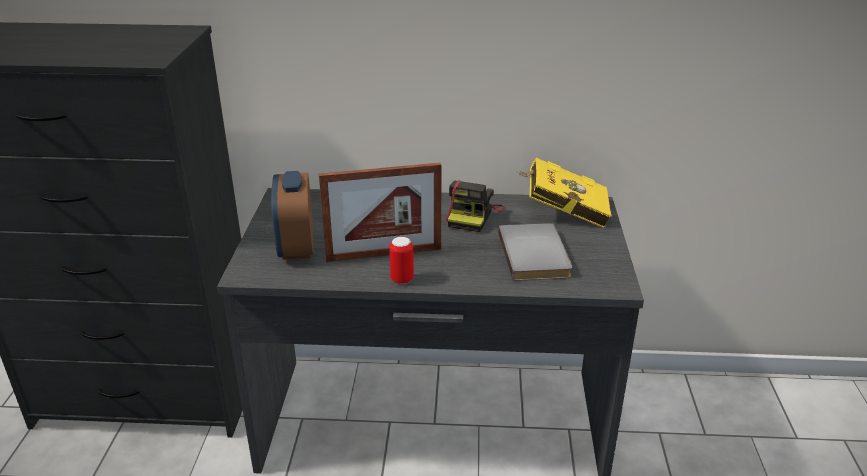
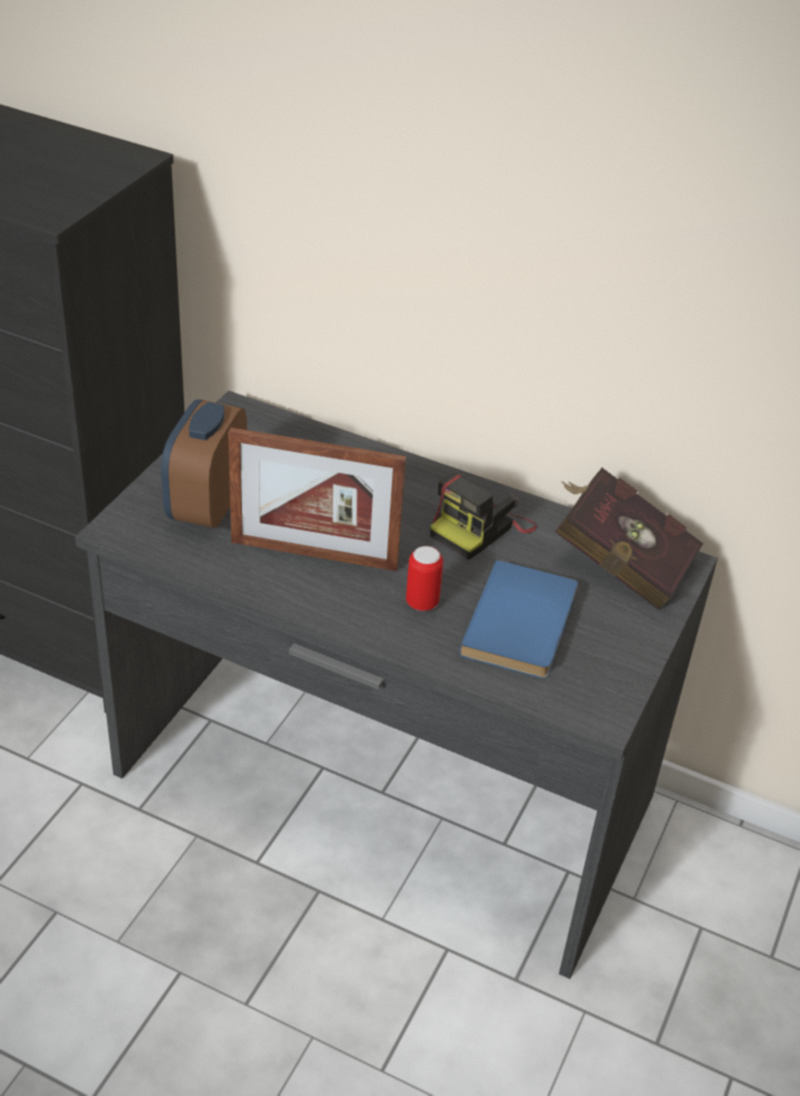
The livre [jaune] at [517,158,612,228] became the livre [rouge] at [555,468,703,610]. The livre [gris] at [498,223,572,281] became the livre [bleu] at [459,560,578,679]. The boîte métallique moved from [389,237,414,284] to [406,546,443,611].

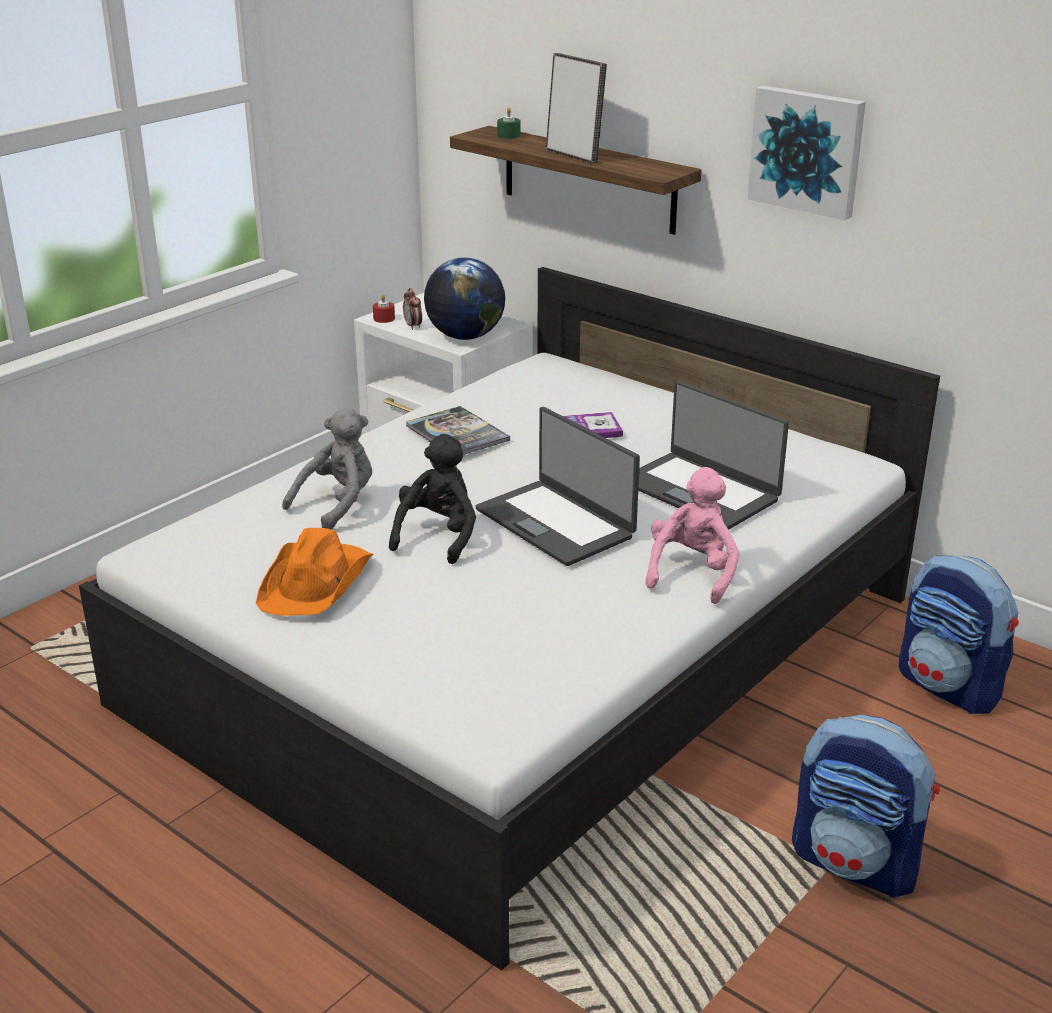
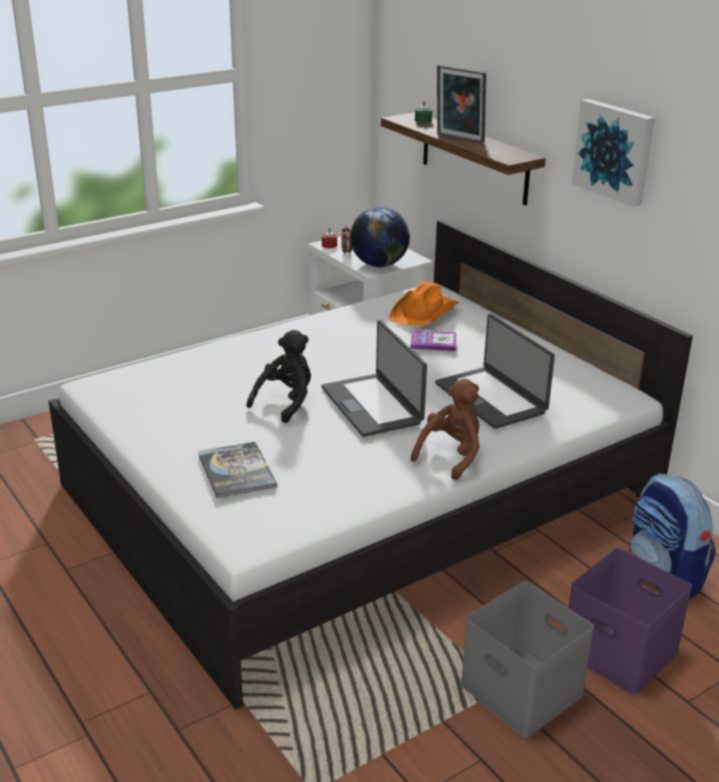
The cadre photo at [546,53,607,163] turned 150 degrees clockwise. The livre moved from [406,406,510,455] to [198,442,277,498]. The peluche [gris] at [282,408,372,530] disappeared. The peluche [rose] at [645,467,739,604] became the peluche [marron] at [411,378,480,480]. The chapeau [orange] moved from [256,528,373,616] to [389,281,459,326]. The sac à dos at [792,715,940,898] was replaced by the boîte de rangement [gris] at [461,581,594,738]. The boîte de rangement [violet] at [568,548,692,695] appeared.

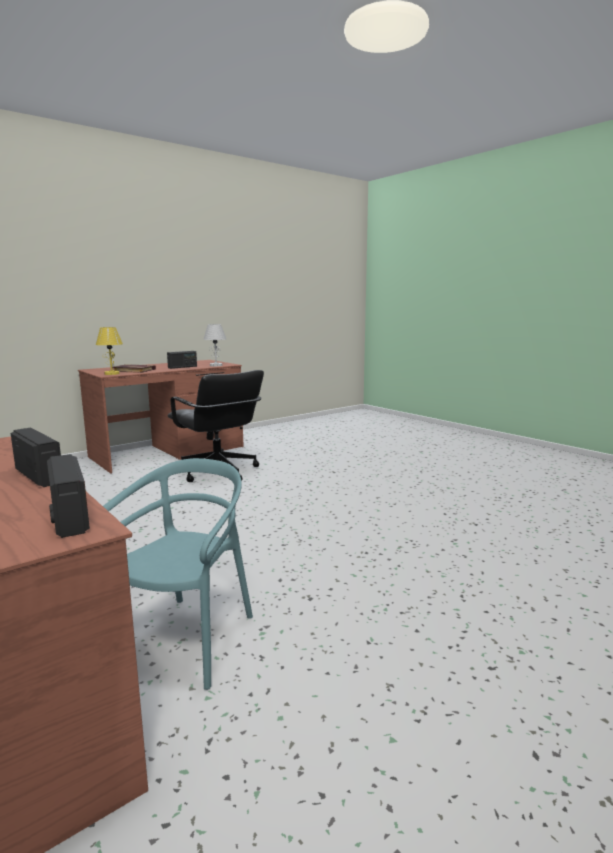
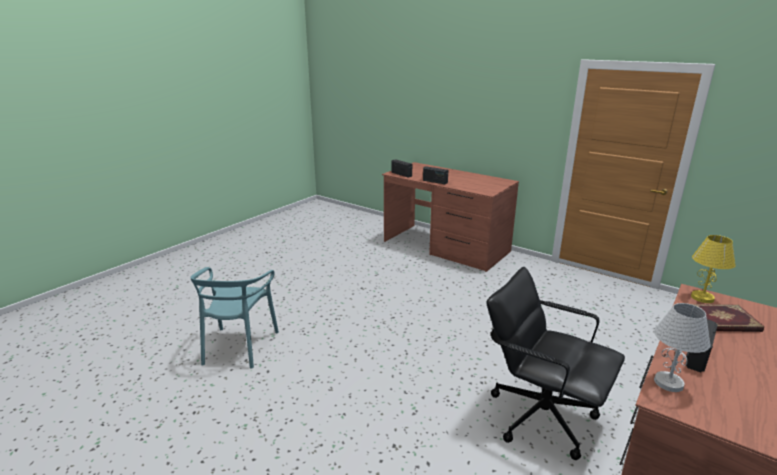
The chaise [turquoise] moved from [103,458,253,690] to [190,267,279,369].

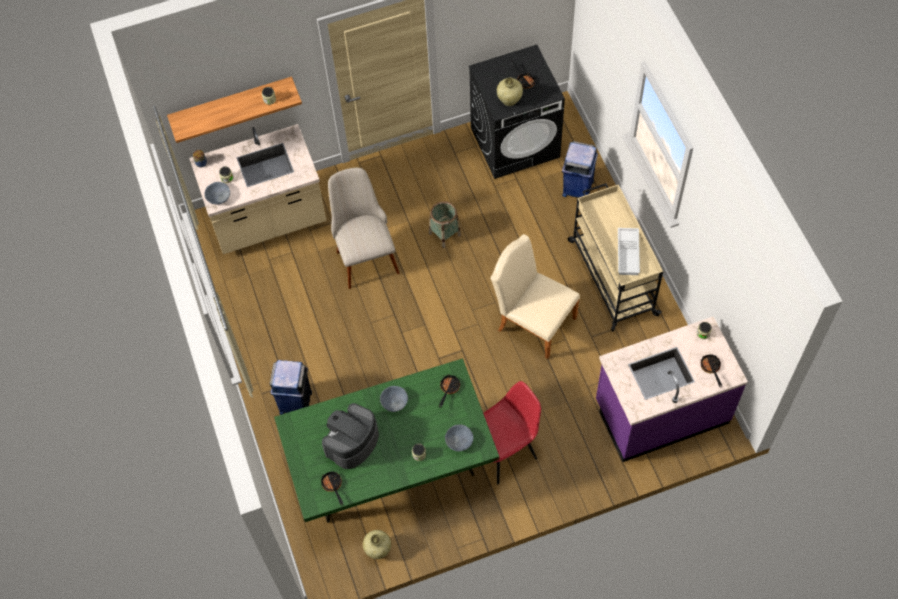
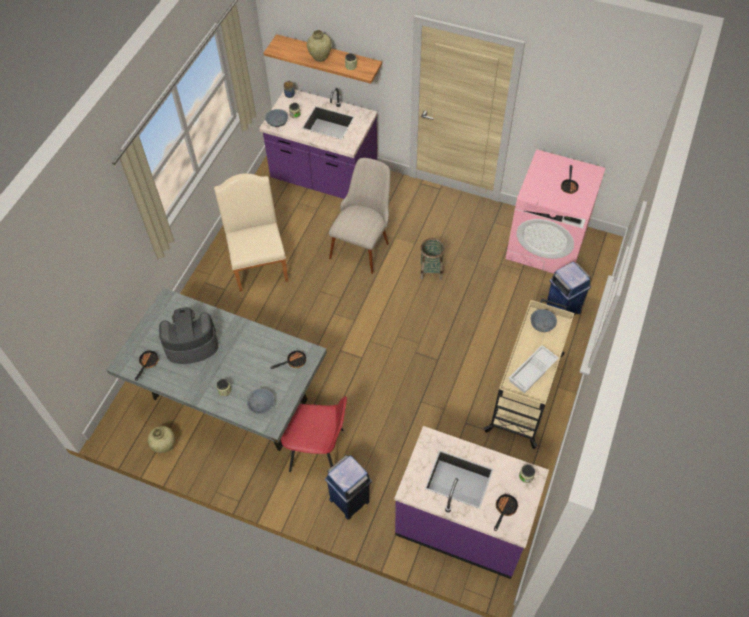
The lave-linge [noir] at [469,45,565,179] became the lave-linge [rose] at [506,149,606,273]. The vase [beige] moved from [497,77,523,106] to [307,30,332,62]. The comptoir de cuisine [beige] at [189,124,327,254] became the comptoir de cuisine [violet] at [259,87,378,199]. The chaise [beige] moved from [490,234,580,359] to [214,174,288,292]. The table à manger [vert] at [274,358,499,523] became the table à manger [gris] at [107,288,327,451]. The poubelle [bleu] moved from [270,360,312,415] to [325,455,372,520]. The bol [gris] moved from [380,386,408,412] to [531,309,557,332].

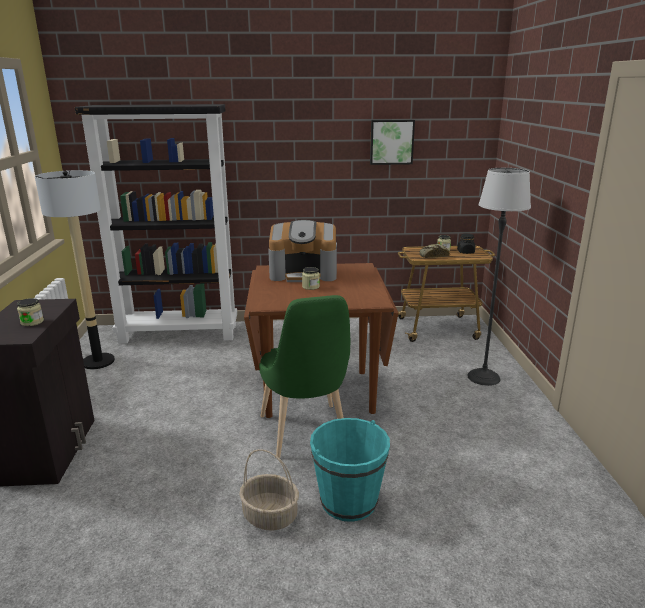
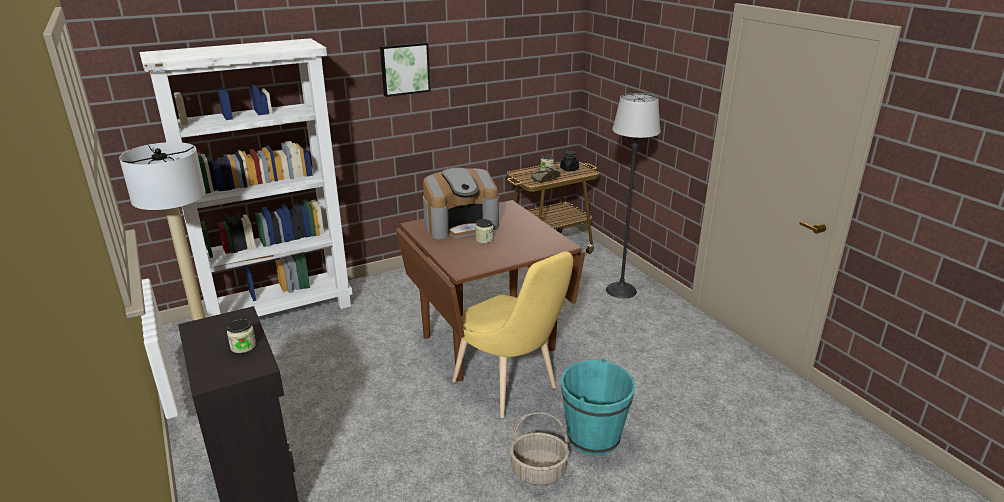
The bibliothèque [noir] at [75,104,237,344] became the bibliothèque [blanc] at [140,38,353,318]. The tableau moved from [370,120,415,165] to [380,42,431,97]. The chaise [vert] at [259,295,350,458] became the chaise [jaune] at [452,251,573,418].

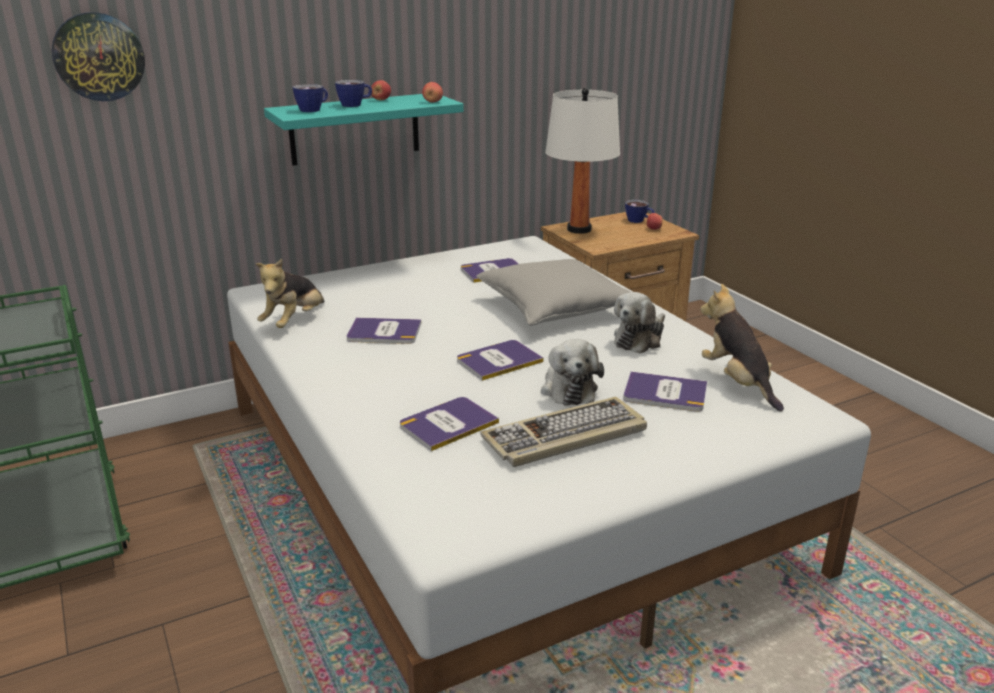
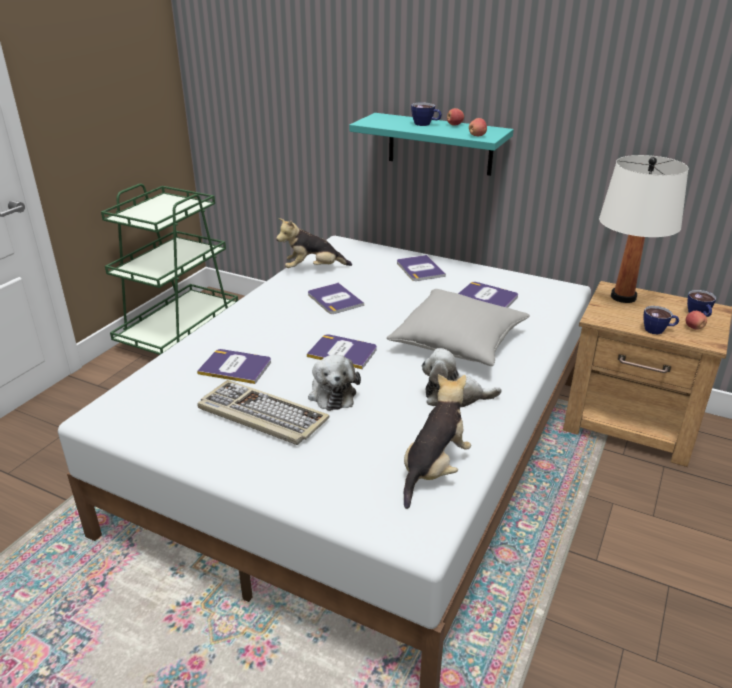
The horloge murale at [52,12,145,101] disappeared. The tasse moved from [293,84,328,112] to [643,306,679,334]. The peluche at [541,339,604,406] turned 60 degrees counterclockwise. The livre moved from [623,372,707,412] to [397,255,446,281].

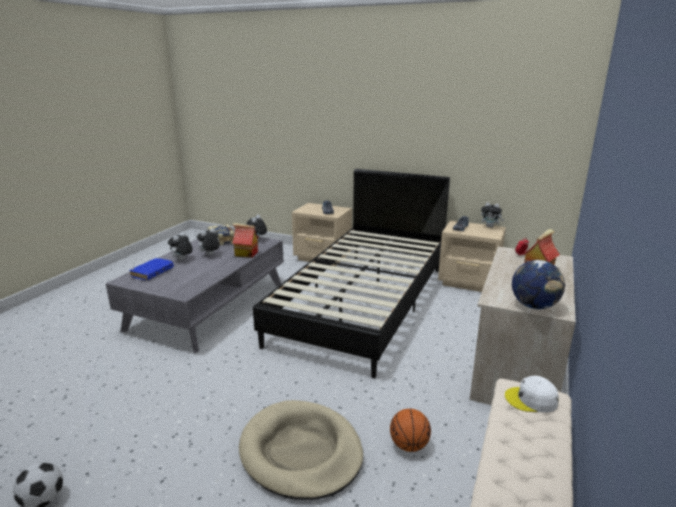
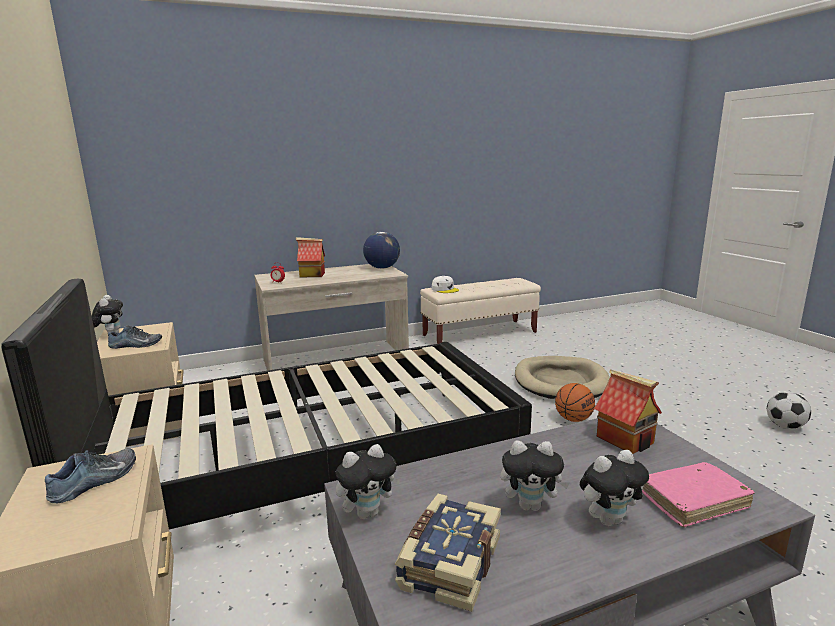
The maison miniature moved from [232,223,259,258] to [594,369,662,454]. The livre [bleu] at [129,258,174,280] became the livre [rose] at [642,462,754,527]. The ballon de basket moved from [390,409,431,452] to [555,383,595,422].

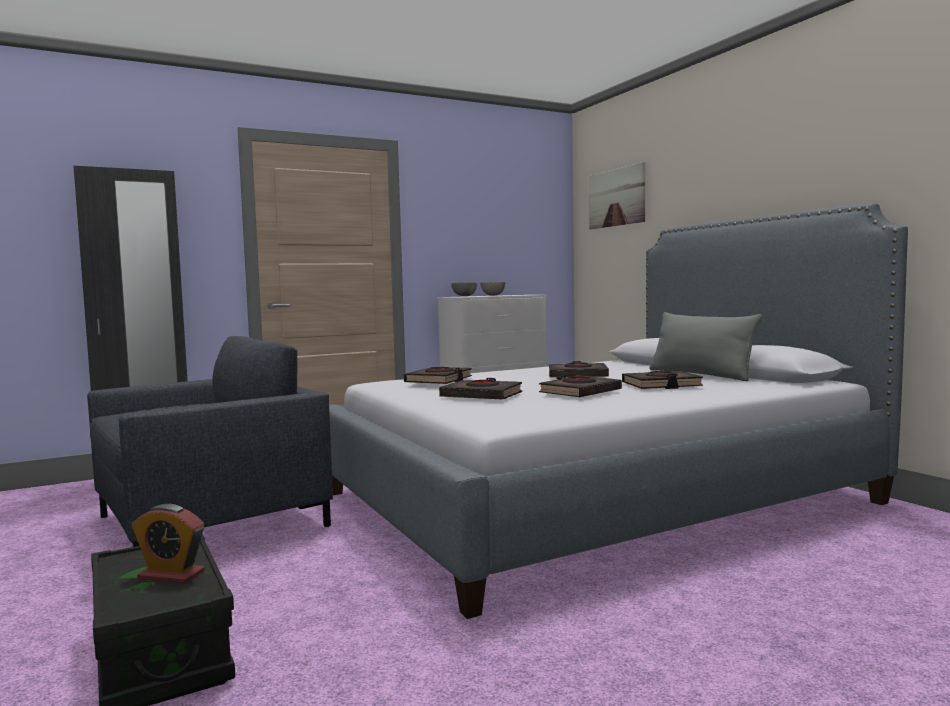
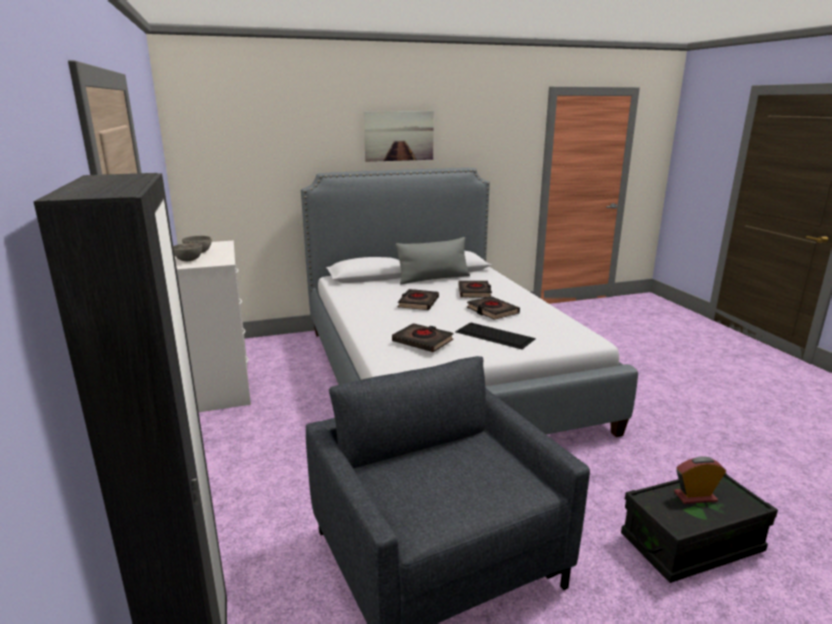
The tableau moved from [589,162,645,230] to [364,111,434,162]. The livre [noir] at [439,378,522,400] was replaced by the clavier at [455,322,536,349]. The réveil at [132,504,204,583] turned 120 degrees counterclockwise.

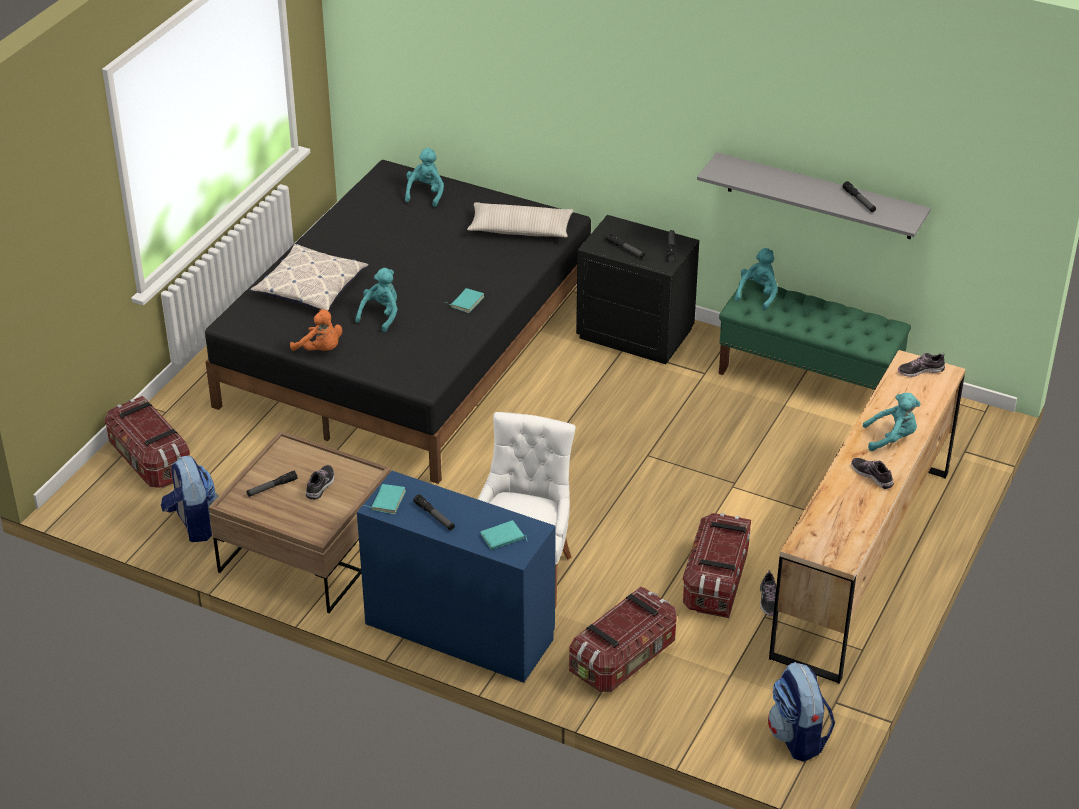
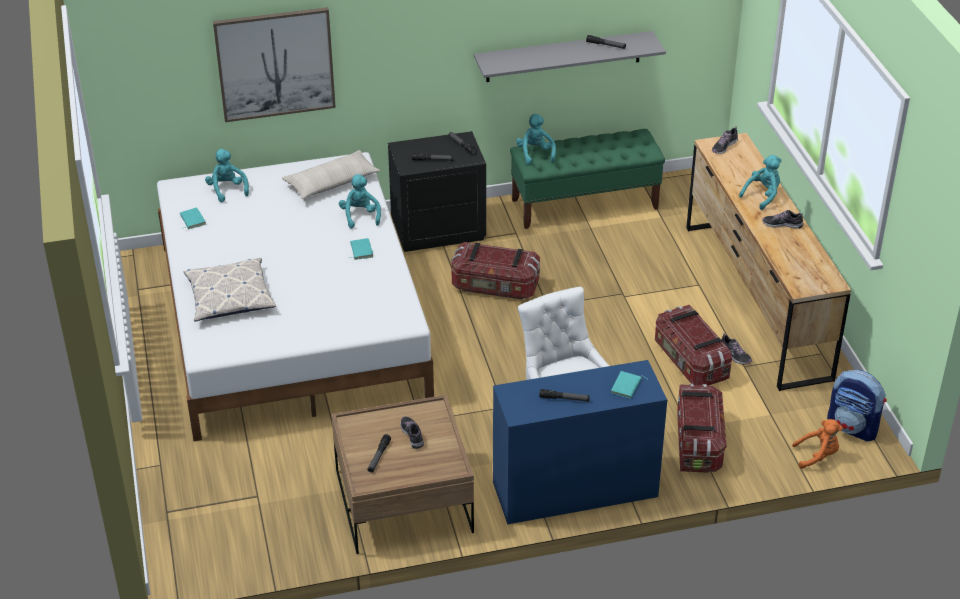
The lit [noir] at [205,160,591,484] became the lit [blanc] at [157,152,434,441]. The peluche [turquoise] moved from [356,268,398,332] to [339,174,381,228]. The peluche [orange] moved from [290,309,342,351] to [792,419,843,469]. The boîte de rangement moved from [104,396,190,488] to [451,242,540,300]. The sac à dos at [161,456,218,542] disappeared. The livre [turquoise] moved from [365,484,406,514] to [180,208,206,229]. The tableau at [213,7,336,122] appeared.

